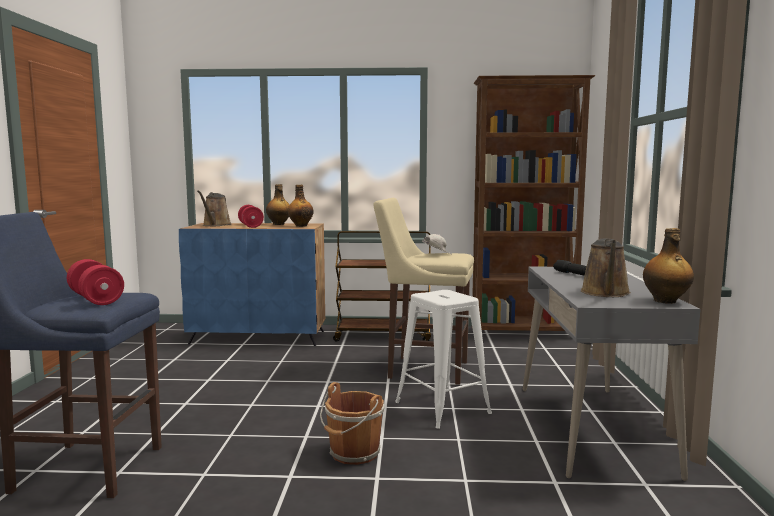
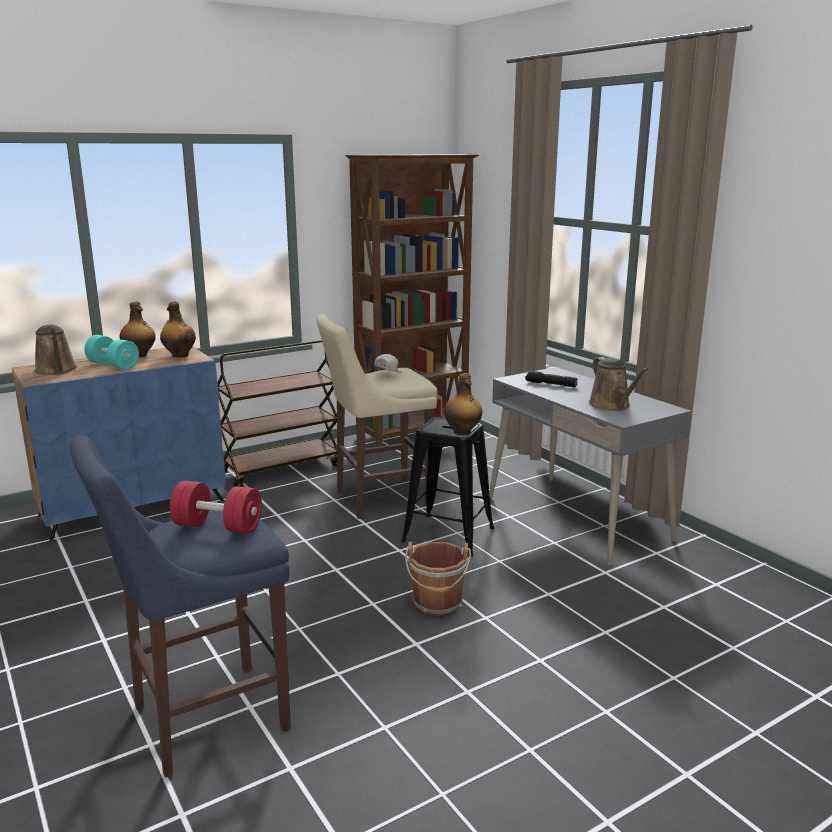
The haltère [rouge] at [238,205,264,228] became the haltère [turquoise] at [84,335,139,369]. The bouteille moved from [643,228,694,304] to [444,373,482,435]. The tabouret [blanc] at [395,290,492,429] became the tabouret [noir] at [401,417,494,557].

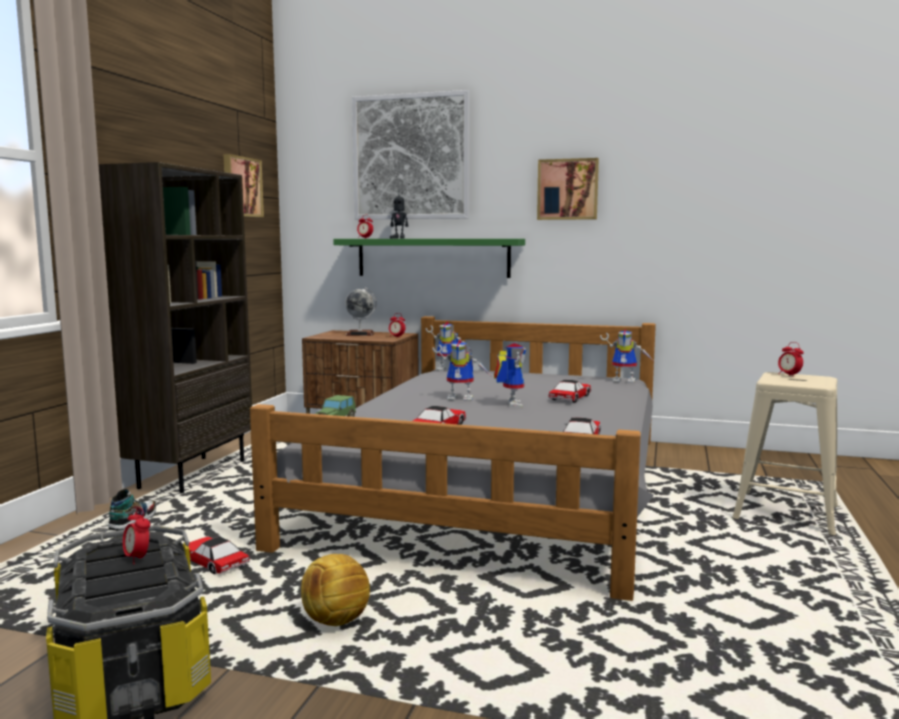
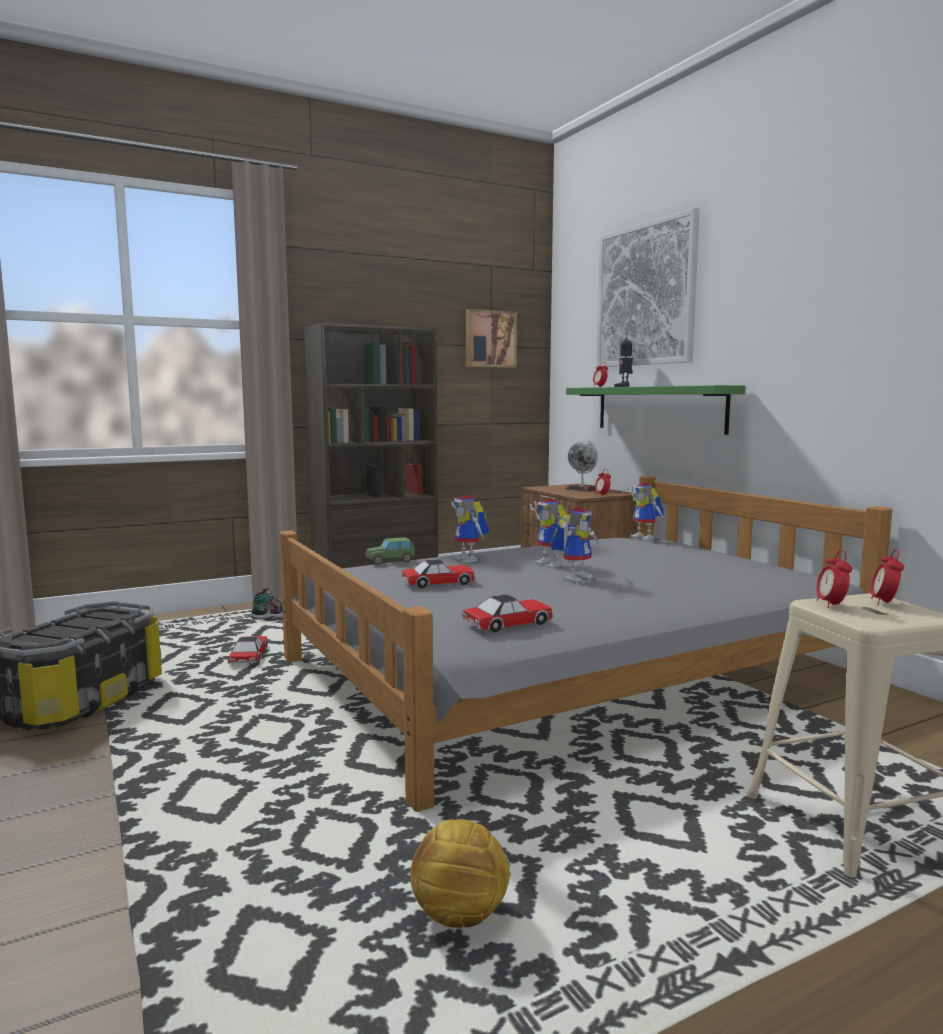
The tableau at [537,158,599,220] disappeared. The robot jouet moved from [600,329,652,383] to [451,495,489,563]. The petite voiture at [548,380,591,403] disappeared. The réveil moved from [123,507,150,564] to [816,550,852,608]. The ballon de foot moved from [301,554,370,626] to [410,819,511,928].

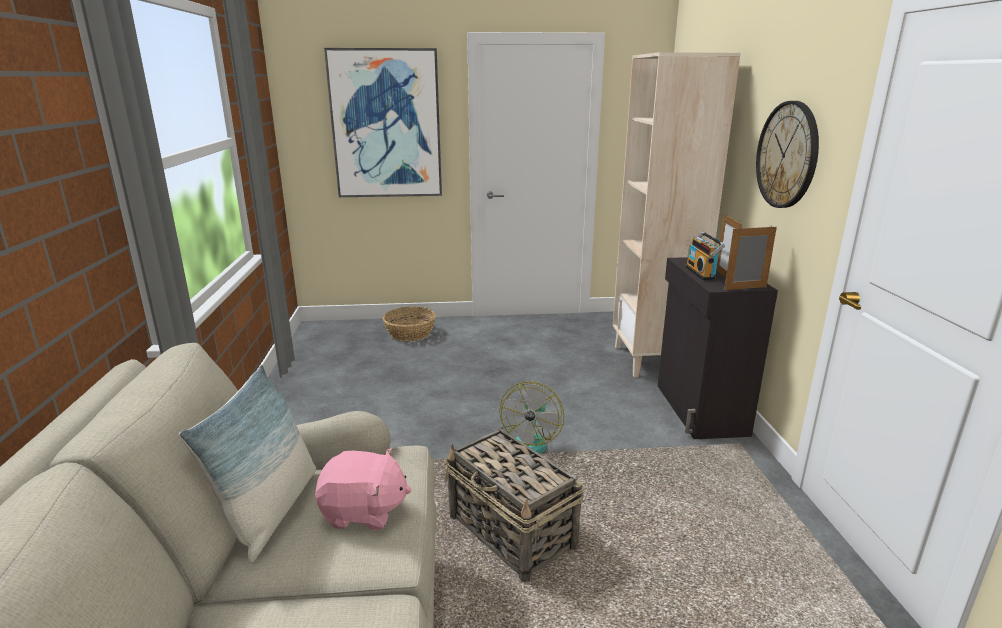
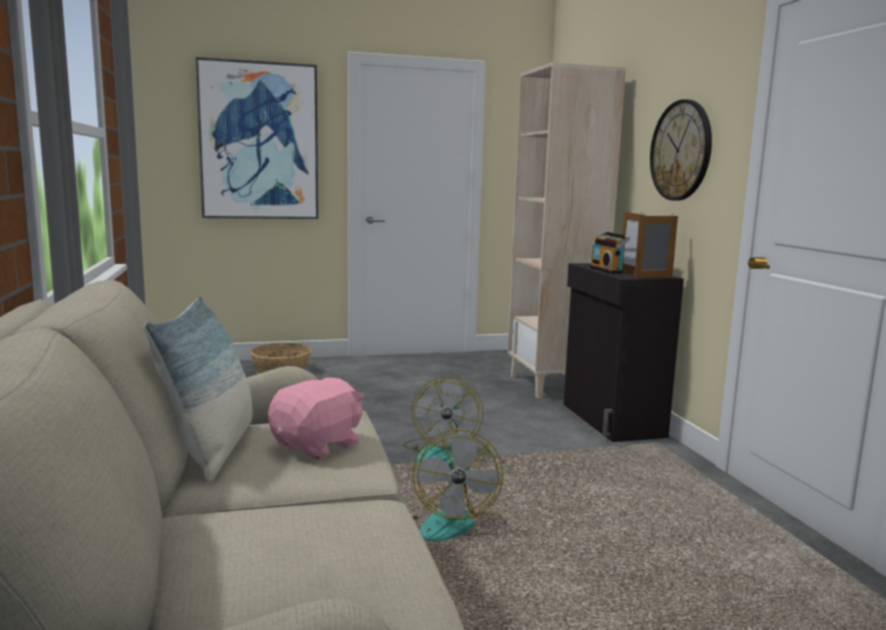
The panier at [444,429,584,582] was replaced by the ventilateur at [412,429,503,541]. The peluche [rose] at [315,448,411,530] turned 45 degrees counterclockwise.

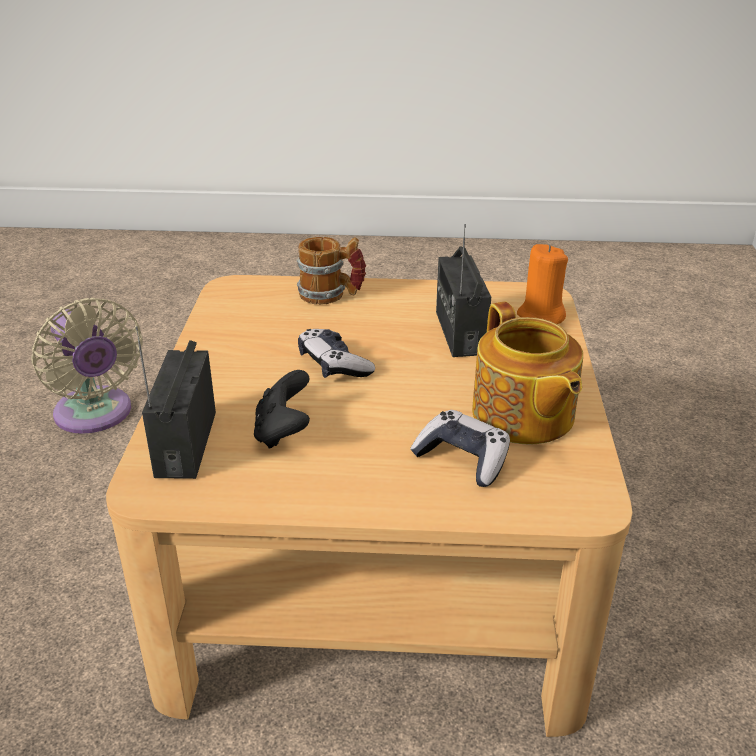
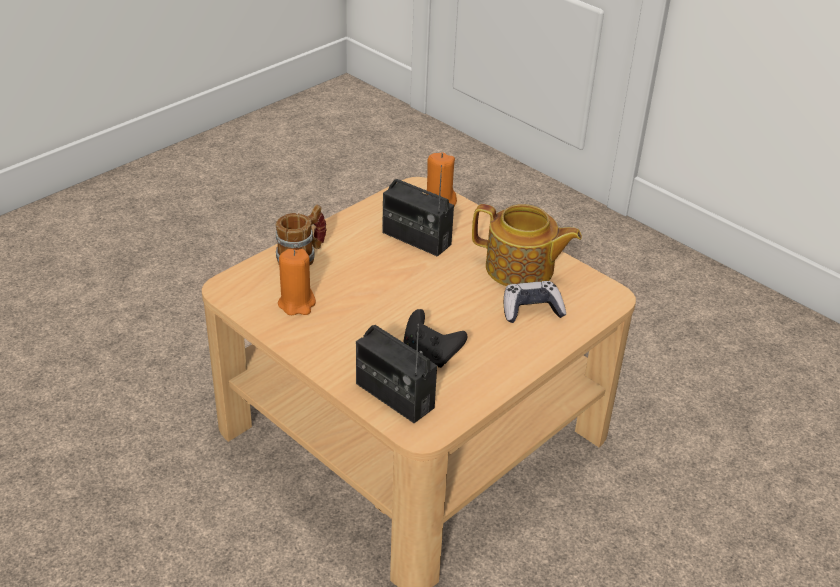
The ventilateur [beige] at [31,298,143,434] disappeared. The manette at [298,329,375,378] disappeared. The bougie [orange] at [278,249,316,315] appeared.

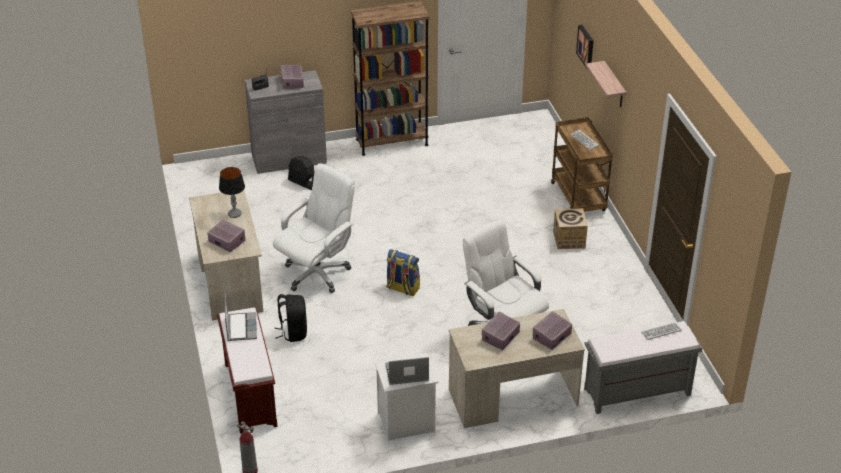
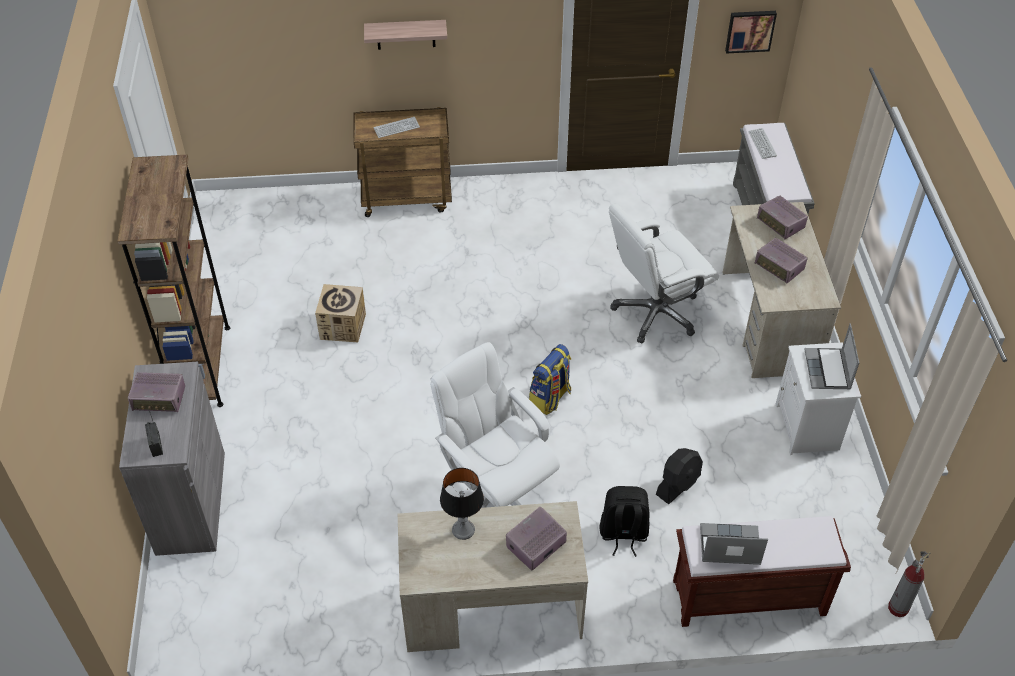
The tableau moved from [576,25,593,69] to [725,11,777,54]. The ventilateur [noir] moved from [288,156,315,190] to [656,448,703,504]. The carton moved from [553,208,588,249] to [315,284,366,342].

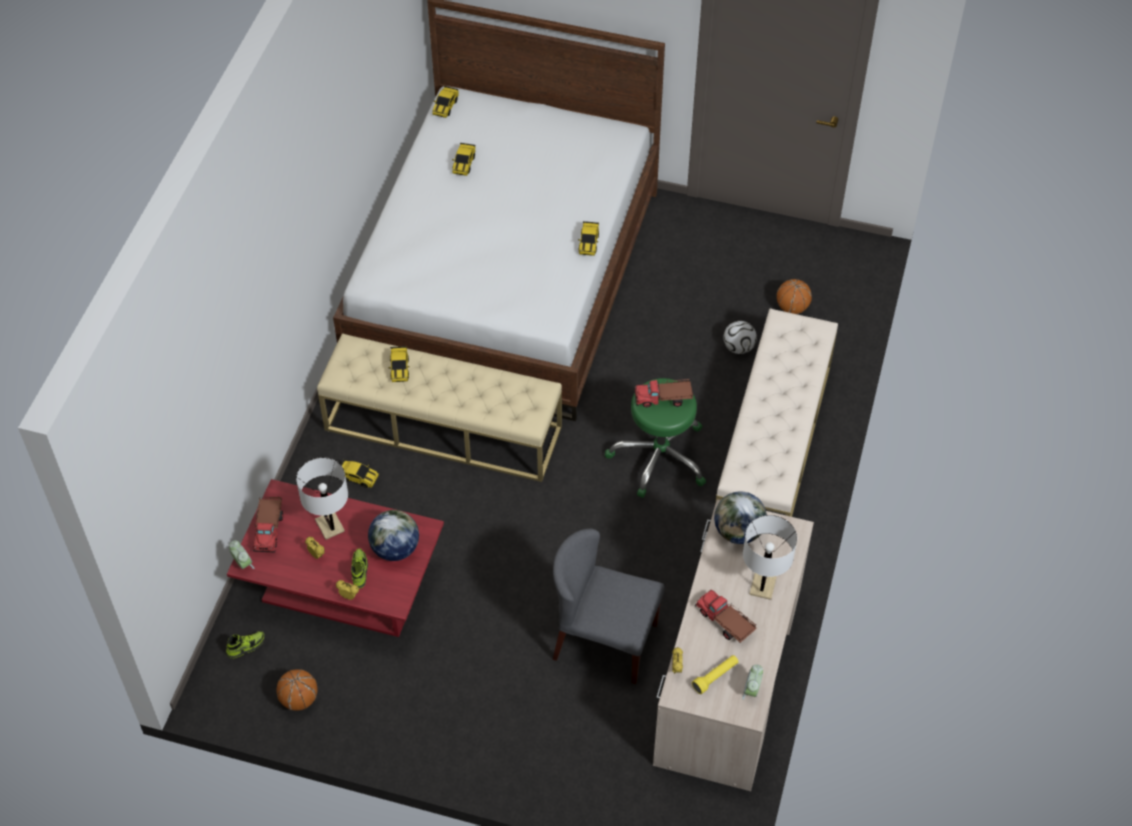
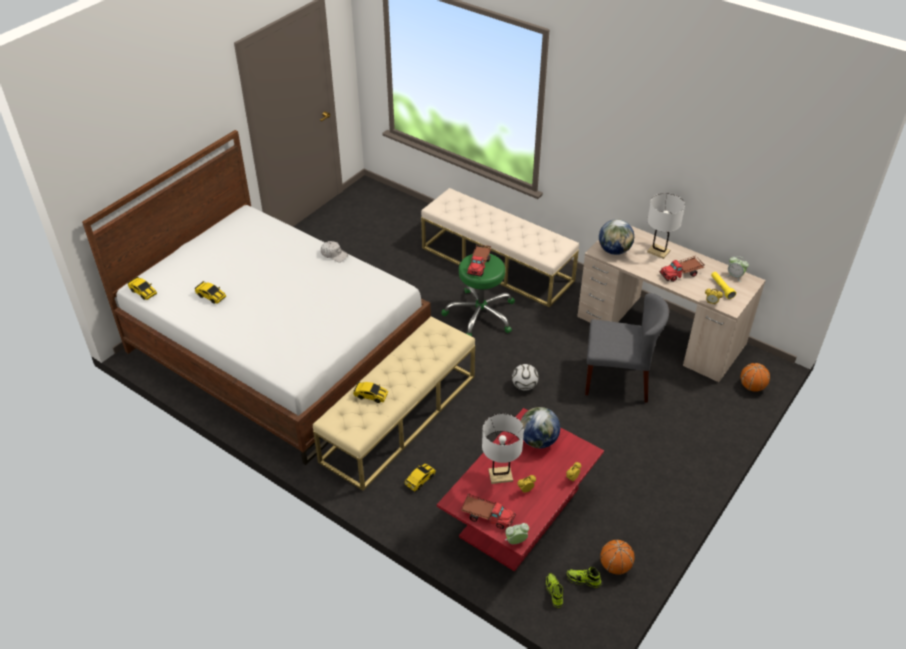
The petite voiture at [578,221,599,256] was replaced by the casquette [blanc] at [321,241,349,262]. The ballon de basket moved from [777,279,812,314] to [740,363,770,391]. The ballon de foot moved from [723,321,757,354] to [512,364,539,391]. The chaise [gris] at [553,528,665,684] turned 120 degrees counterclockwise. The chaussure moved from [351,548,368,588] to [566,567,602,588].

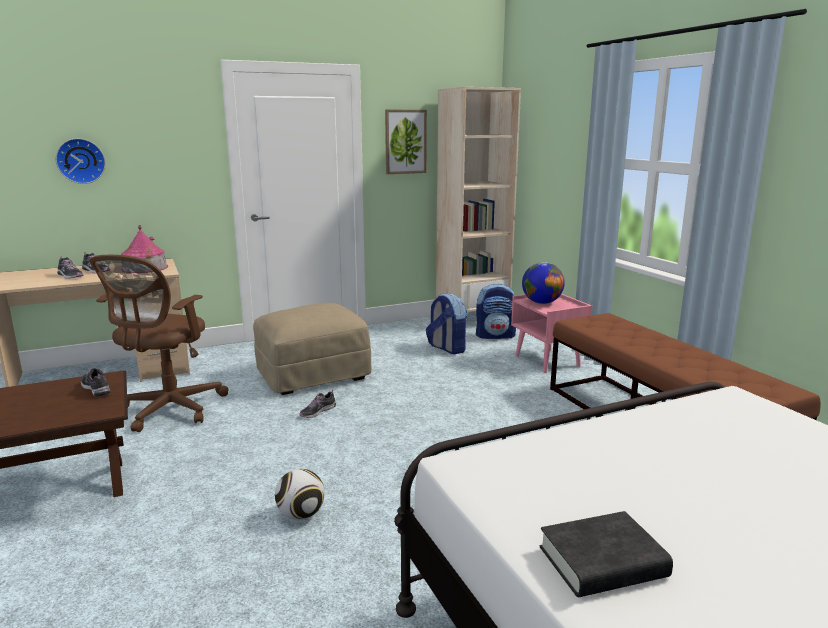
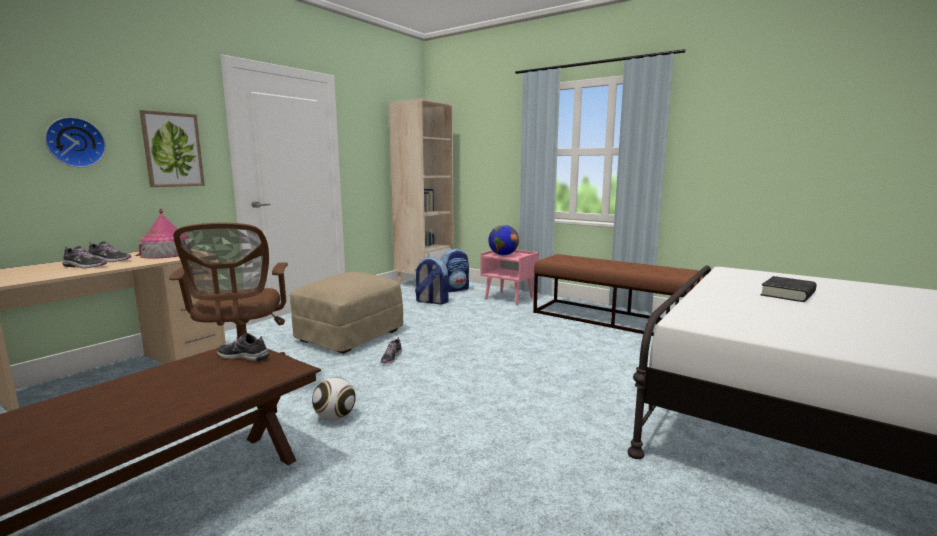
The tableau moved from [385,110,427,174] to [139,110,205,187]. The ballon de foot moved from [275,469,325,520] to [312,377,356,420]. The livre [noir] moved from [540,511,673,597] to [760,276,817,302].

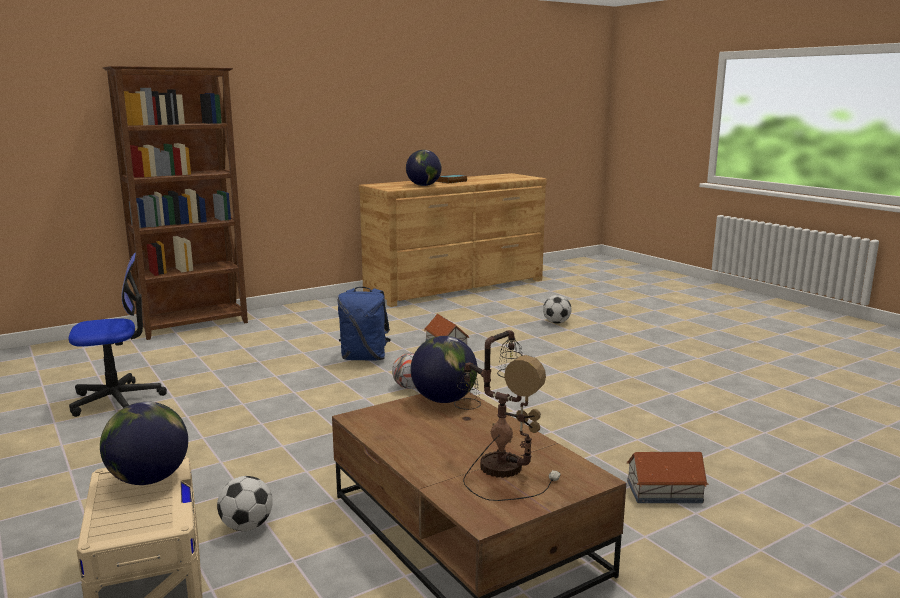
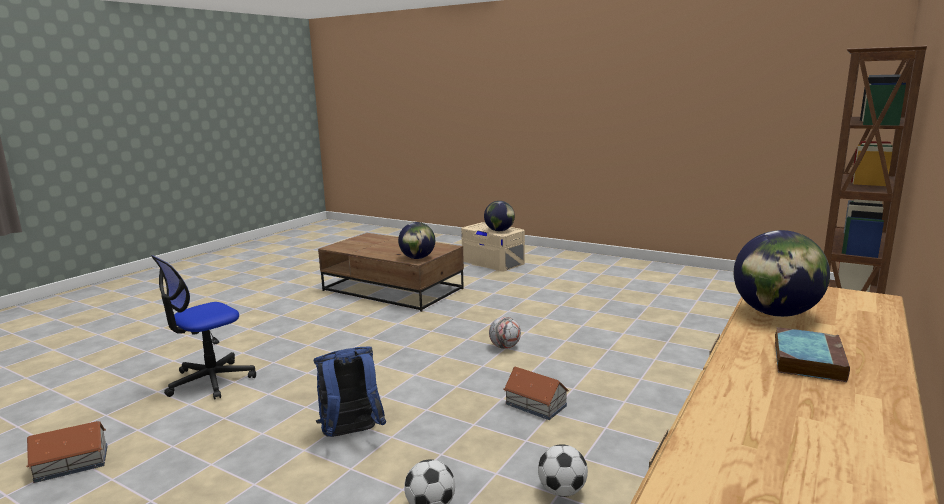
The chaise de bureau moved from [69,253,167,417] to [151,255,256,400]. The sac à dos [bleu] moved from [337,287,391,361] to [314,347,386,437]. The lampe de table at [454,330,561,501] disappeared. The maison miniature moved from [627,452,708,503] to [26,421,108,483]. The ballon de foot moved from [217,476,273,531] to [538,444,588,497].

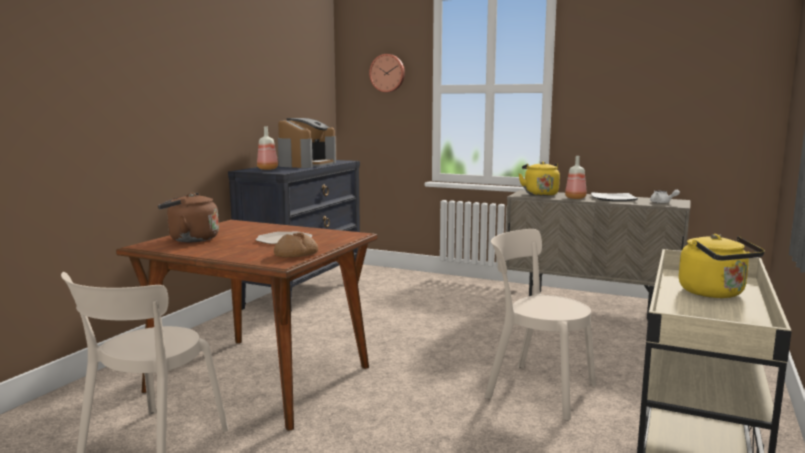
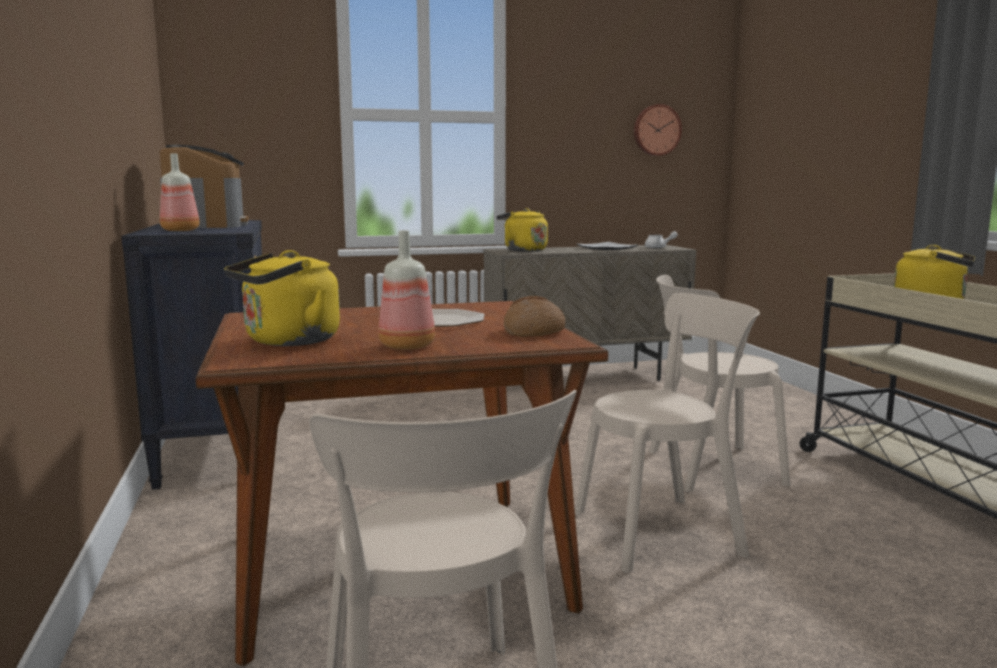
The horloge murale moved from [369,54,405,92] to [634,104,682,156]. The bouteille moved from [565,156,587,199] to [378,230,435,350]. The bouilloire [marron] at [158,193,219,242] became the bouilloire [jaune] at [224,250,340,346]. The chaise [beige] at [575,293,760,573] appeared.

